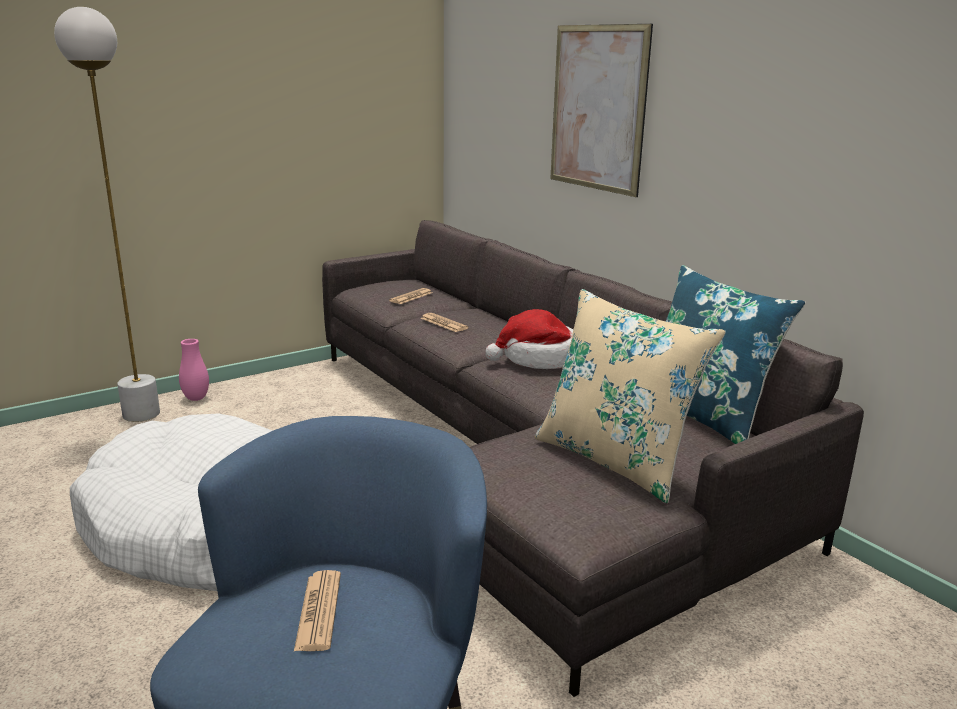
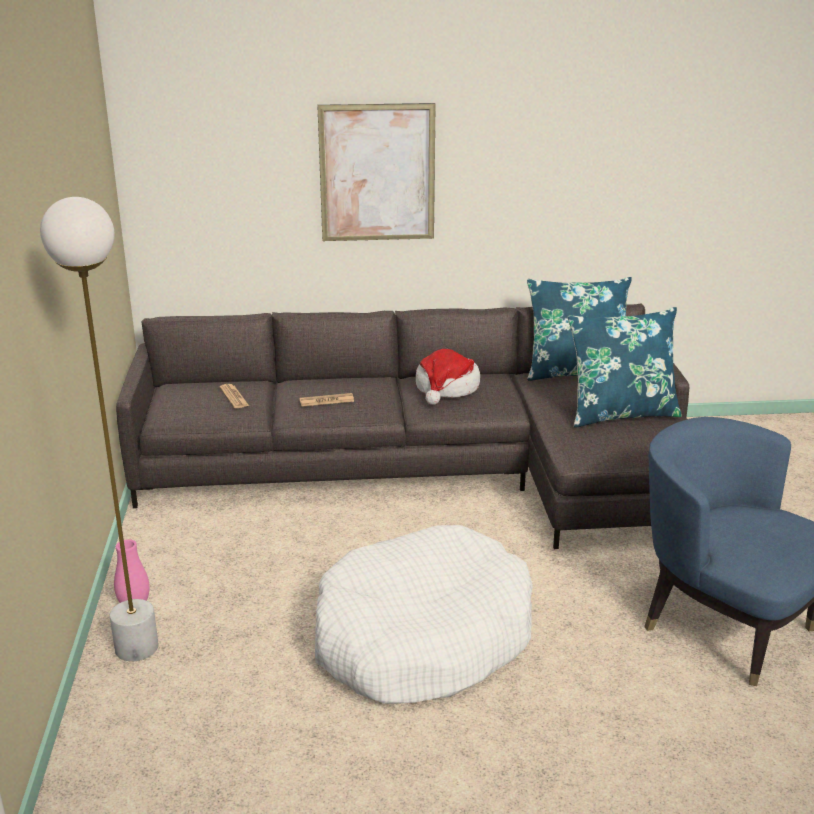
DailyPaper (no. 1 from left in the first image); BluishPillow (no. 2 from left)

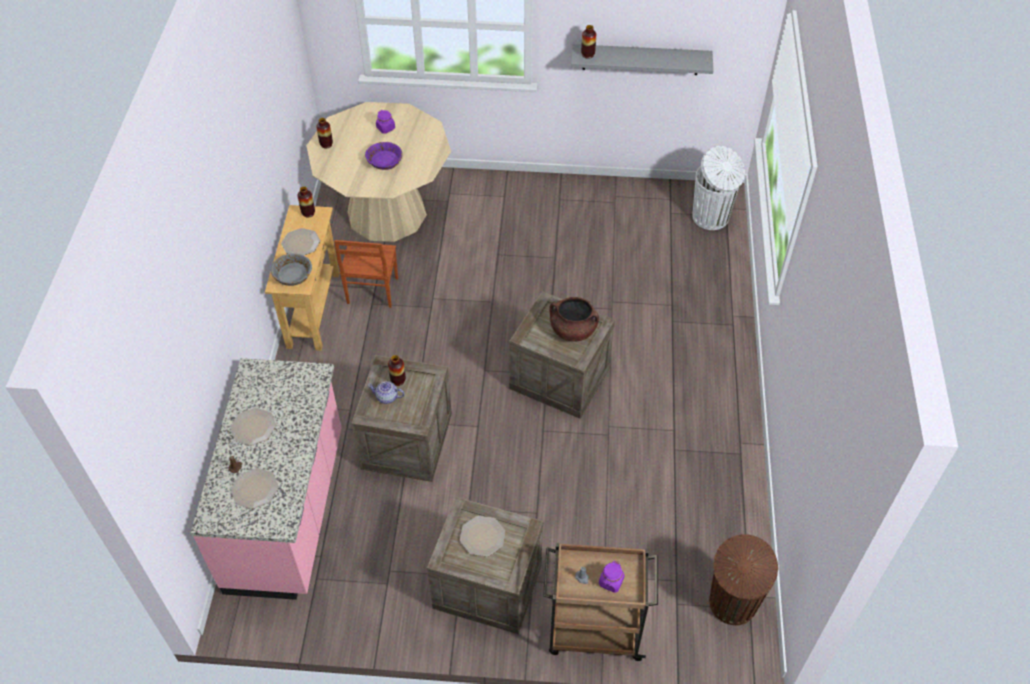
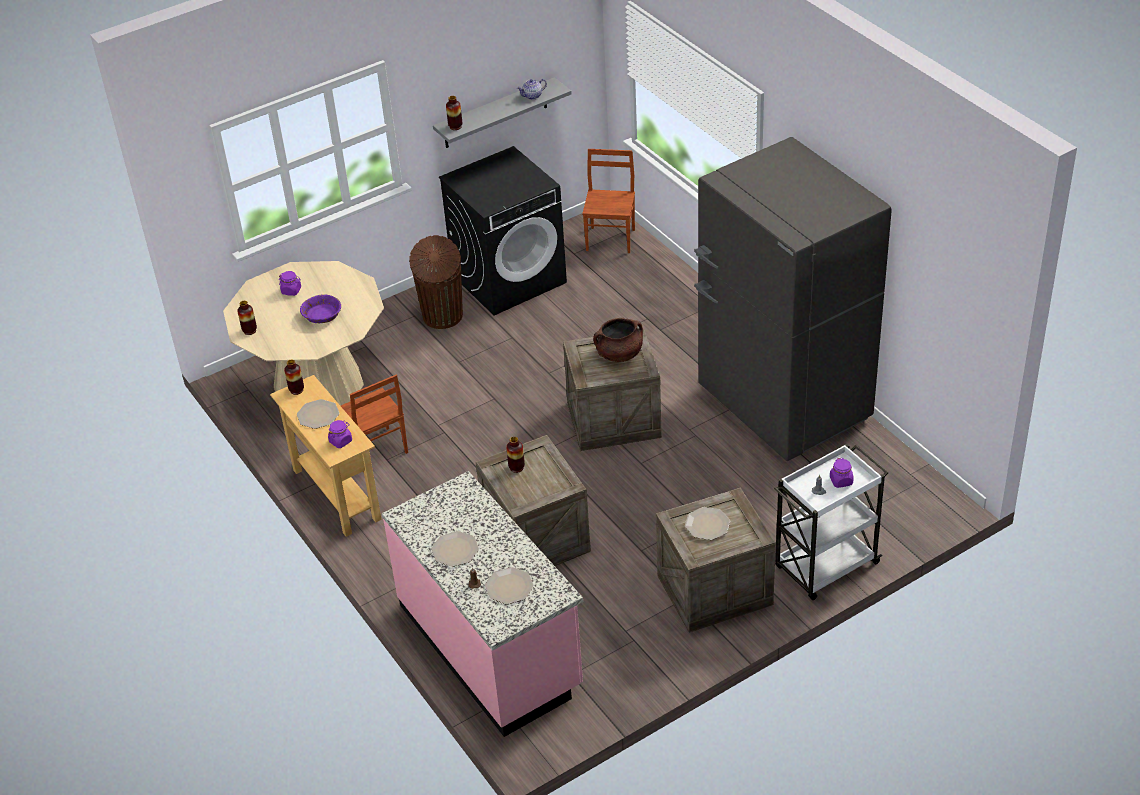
PurplishPreserveJar (no. 2 from left); TeaPot; WhitishTrolley; BrownColouredChair (no. 2 from left); BrownColouredTrashCan; BlackColouredWashingMachine; GreyishKitchenFridge

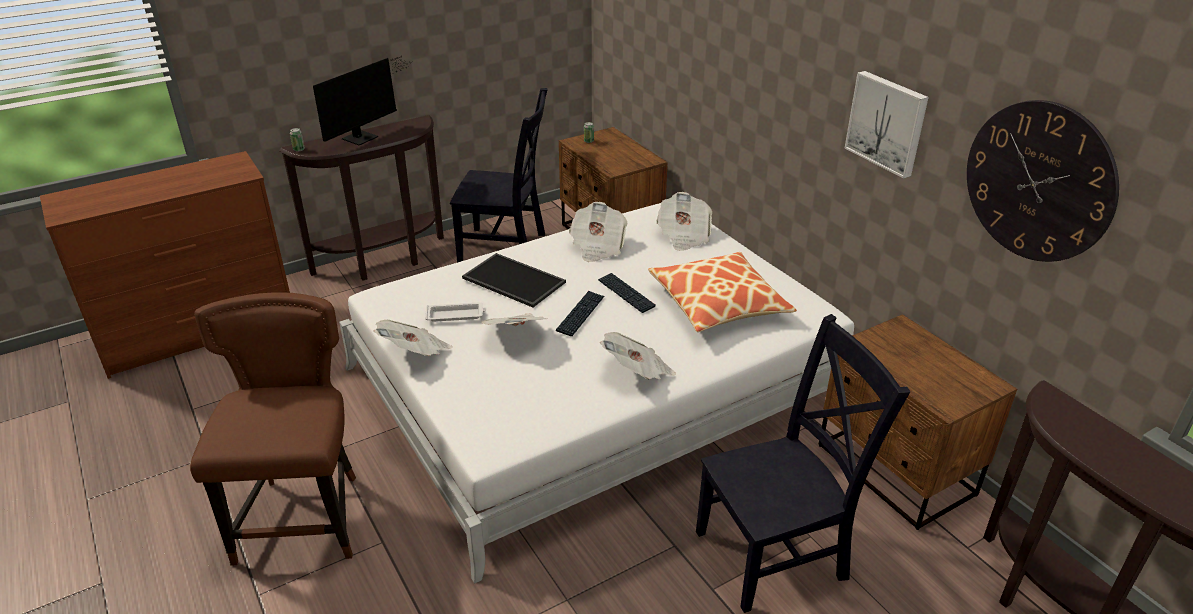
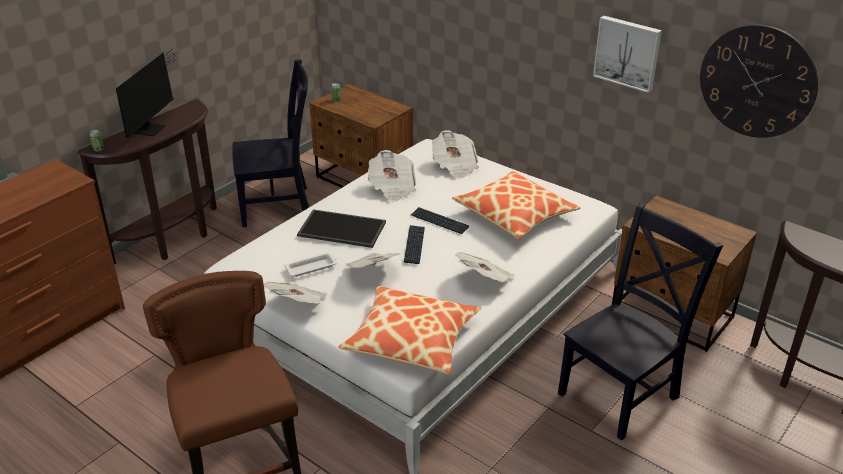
Pillow (no. 1 from left)

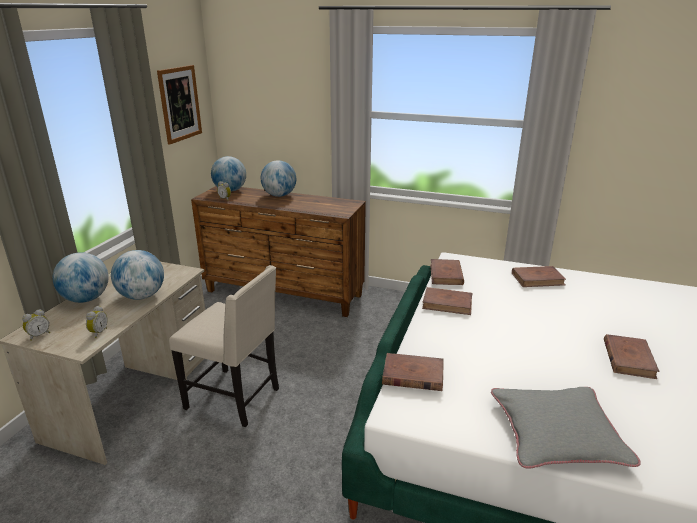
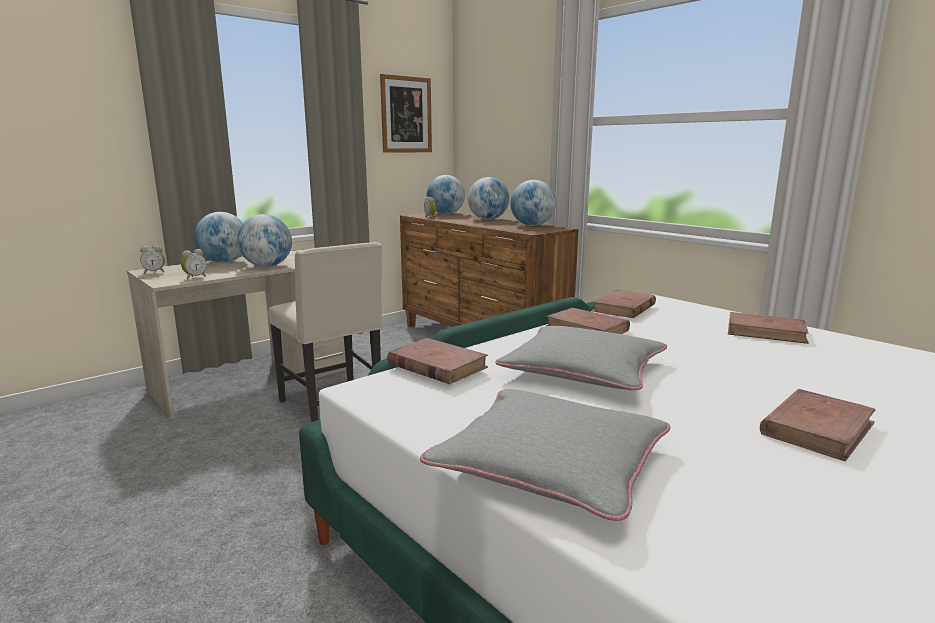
GreyishPillow (no. 2 from left); WorldGlobe (no. 5 from left)

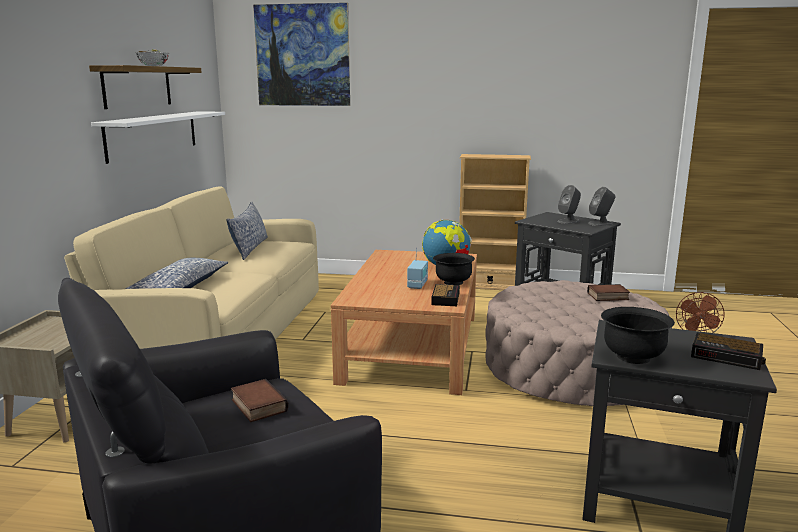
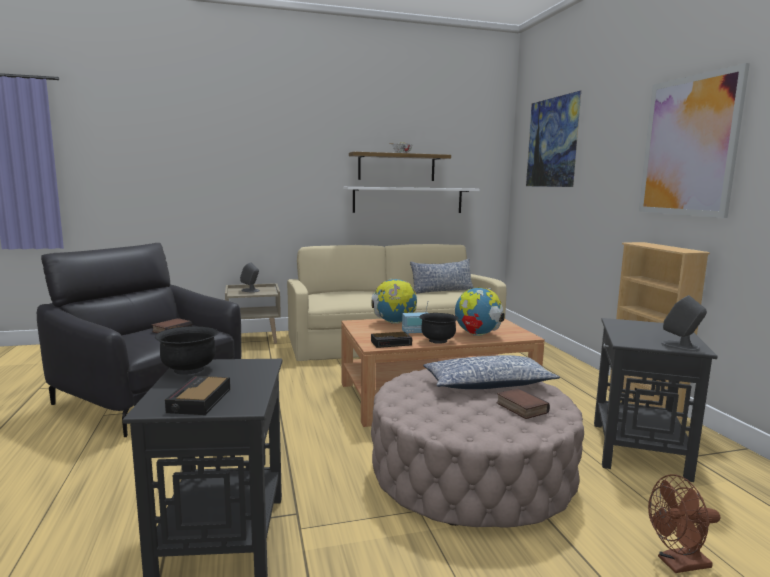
Pillow (no. 2 from left); GreyishAudioSpeaker (no. 1 from left); WorldGlobe (no. 1 from left); WallArt (no. 2 from left)

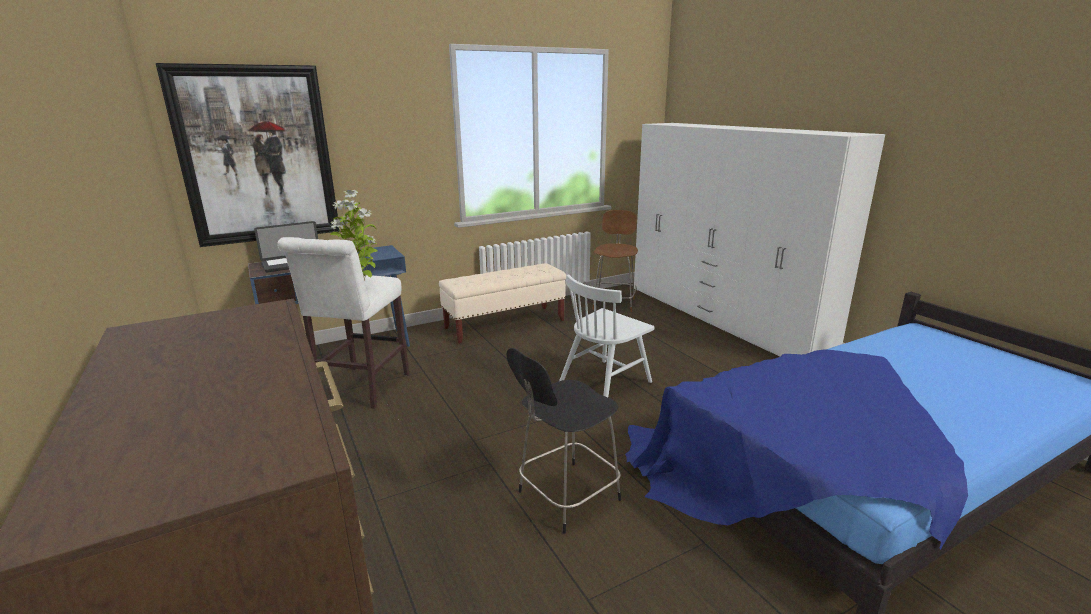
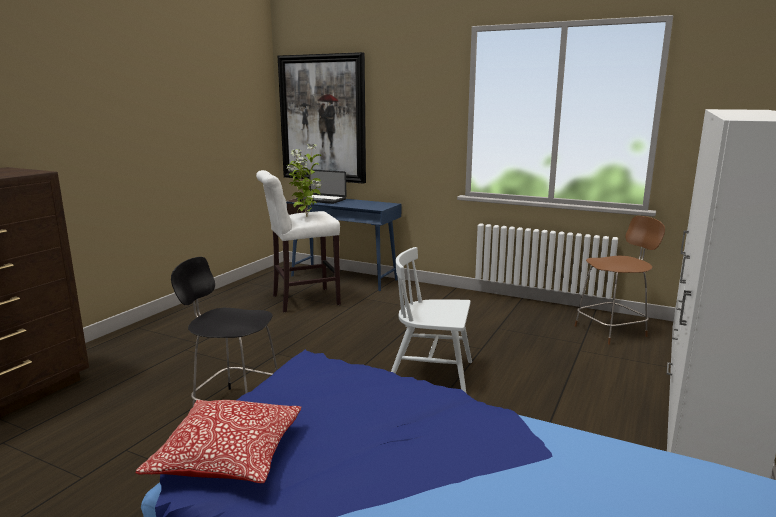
BeigeColouredLongSeat; Pillow

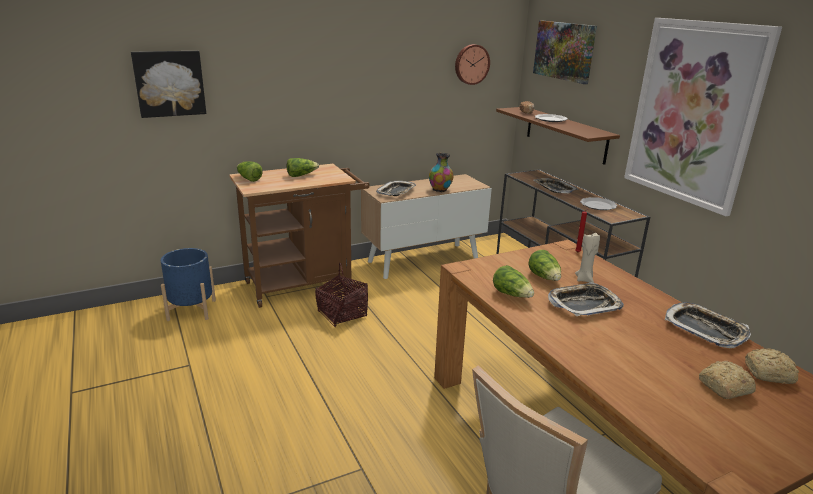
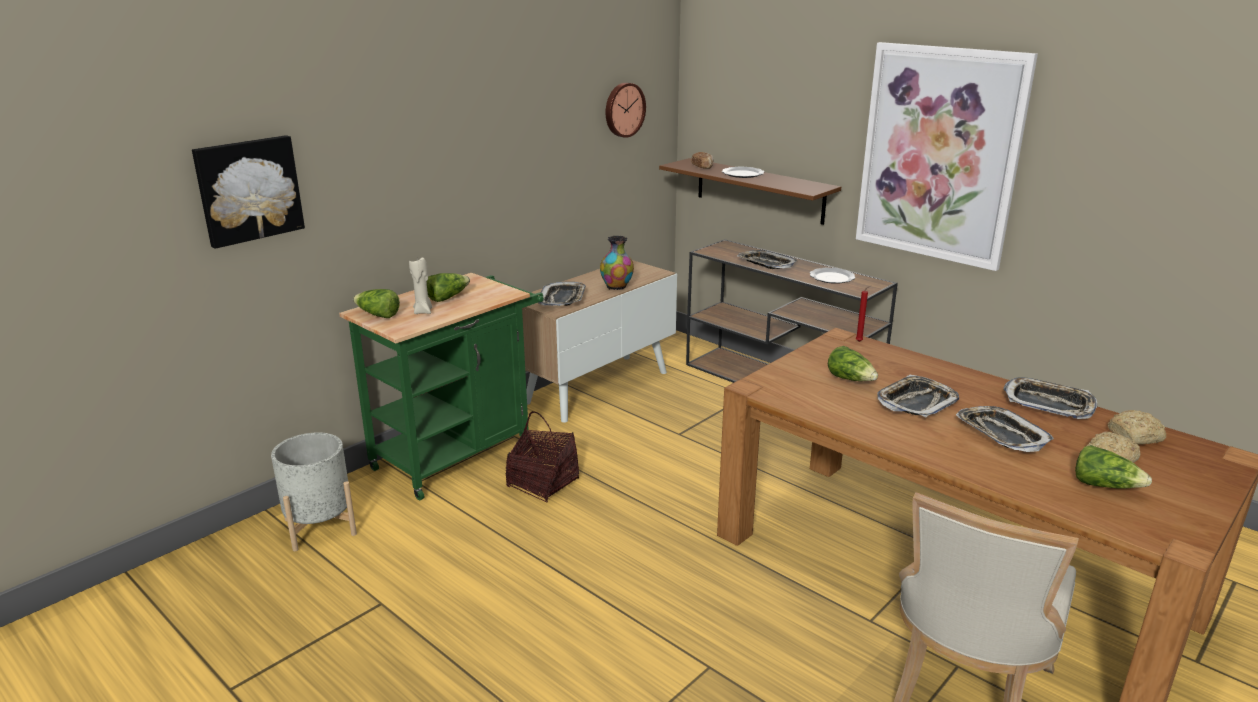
GreyishPlantPot; GreenishTrolley; Lettuce (no. 4 from left); WallArt (no. 2 from left in the first image); BeigeColouredCandle; ServingTray (no. 4 from left)

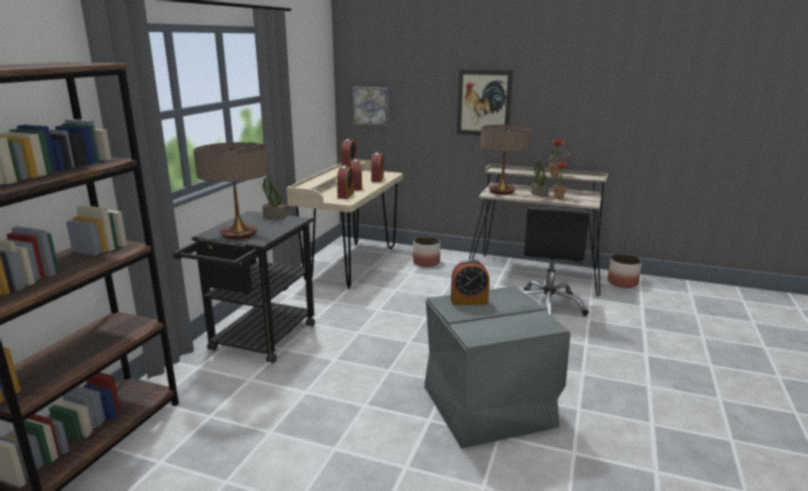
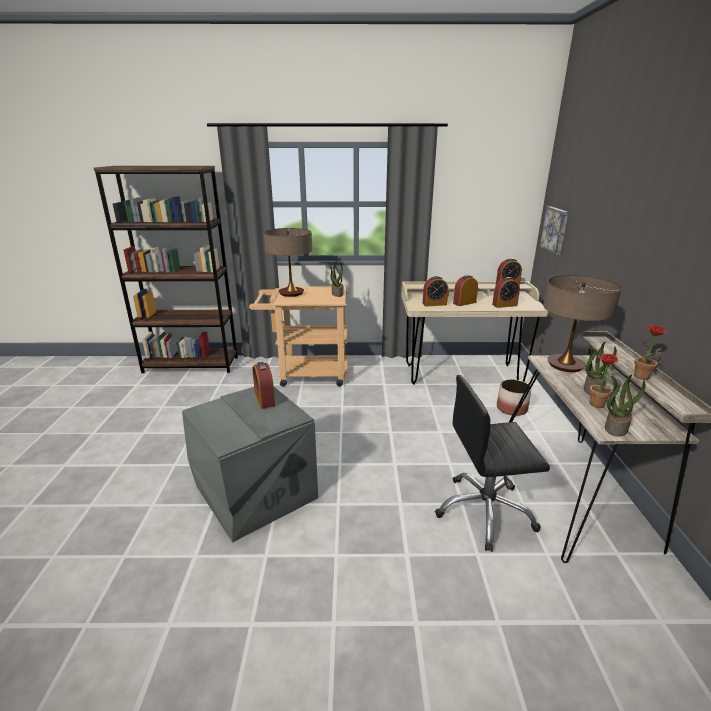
BeigeColouredTrolley; WallArt (no. 2 from left in the first image); PlantPot (no. 2 from left in the first image); PlantInAPot (no. 4 from left)

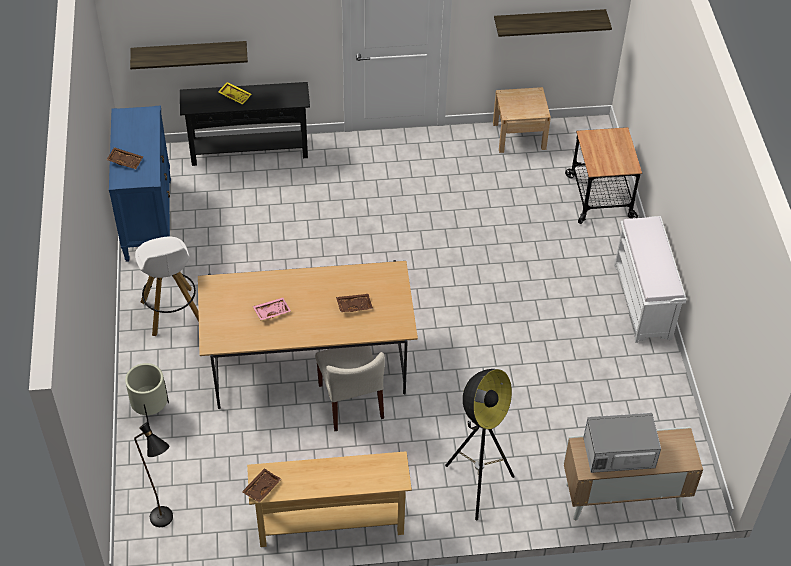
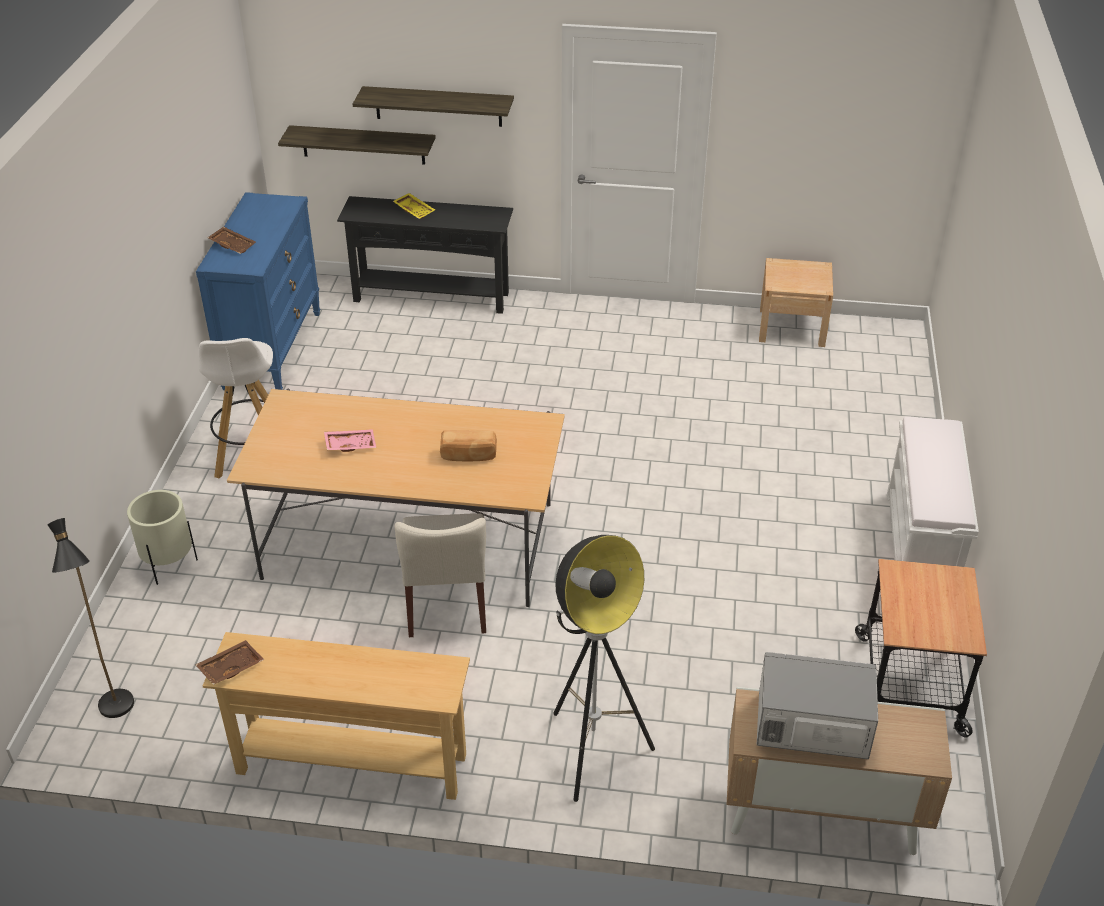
BakeryBread; WallShelf (no. 2 from left); Trolley

